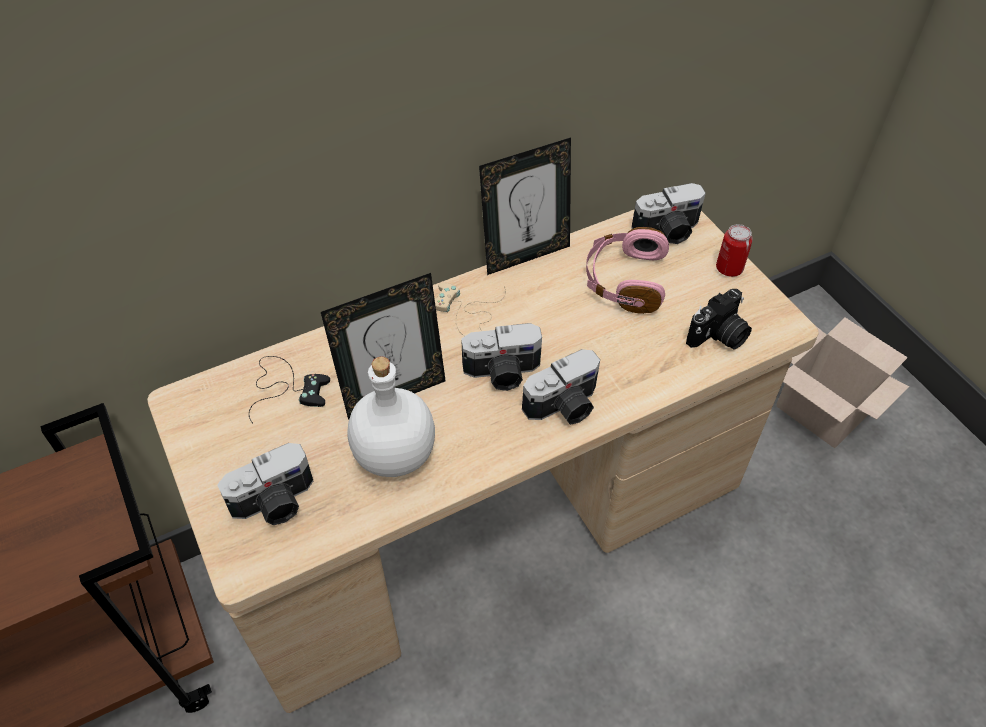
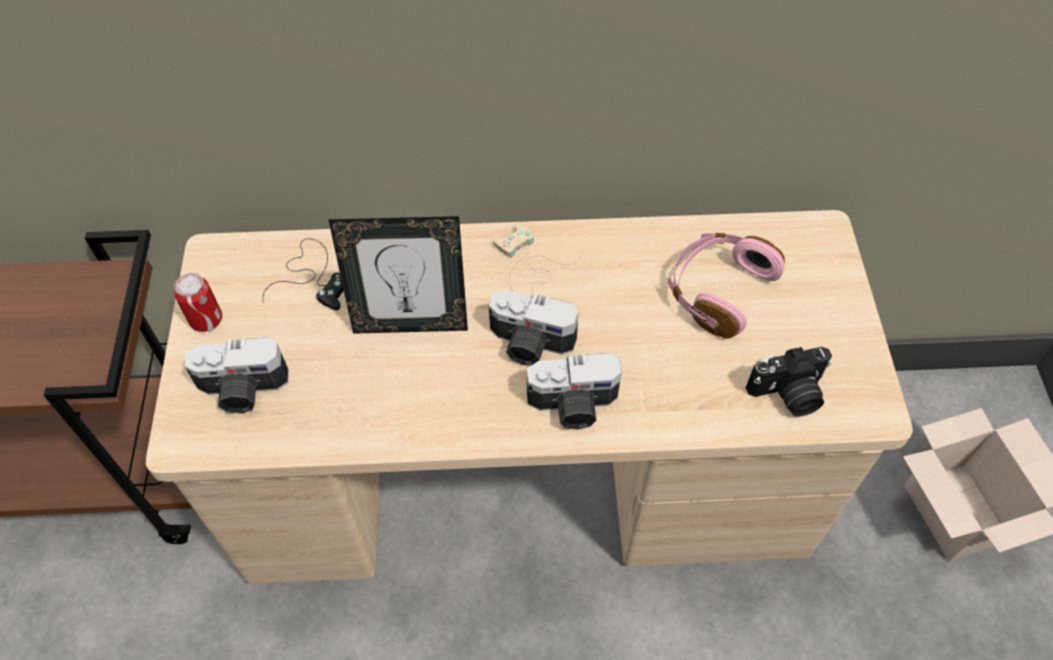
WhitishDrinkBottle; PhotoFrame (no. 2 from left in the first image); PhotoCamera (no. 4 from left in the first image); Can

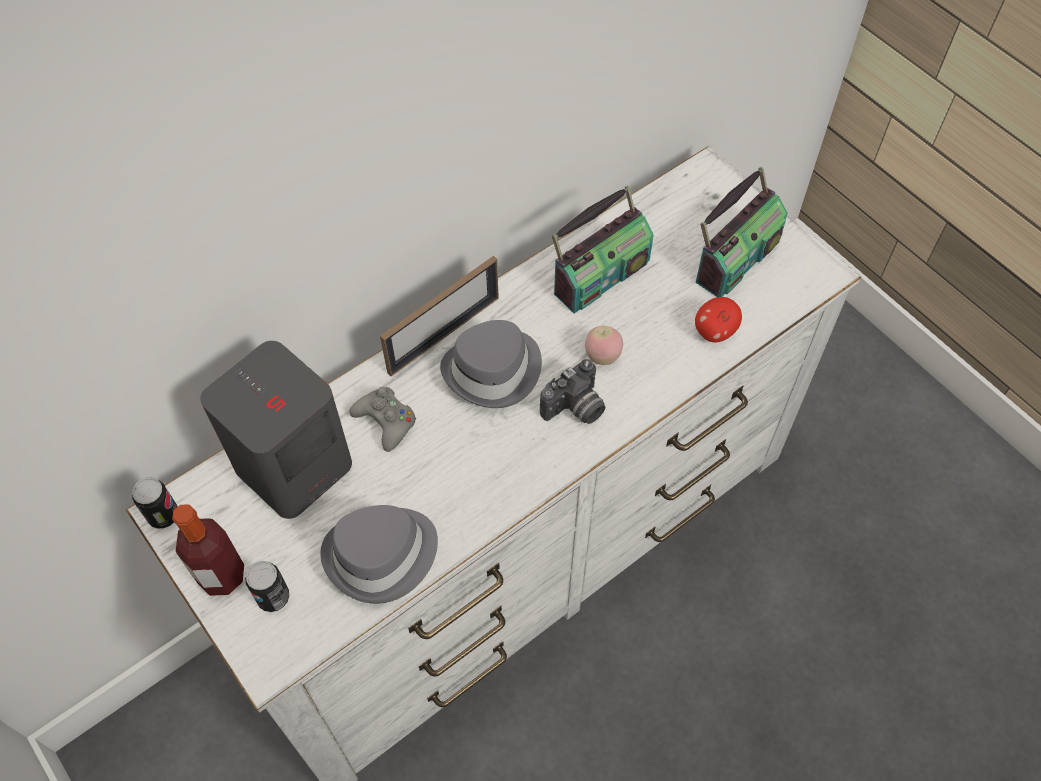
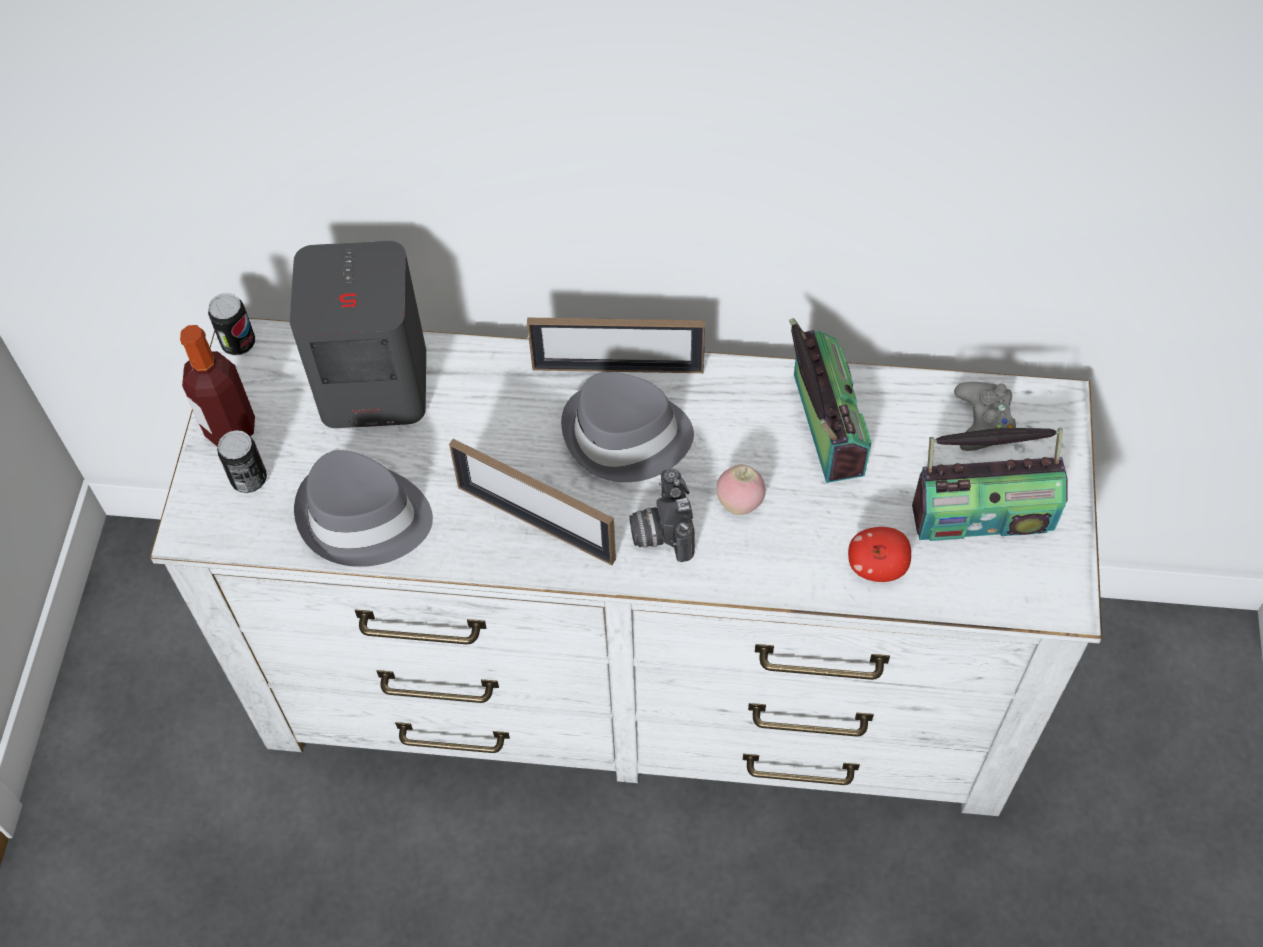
GreyishGamepad; PhotoCamera; Radio (no. 1 from left); PhotoFrame (no. 1 from left)

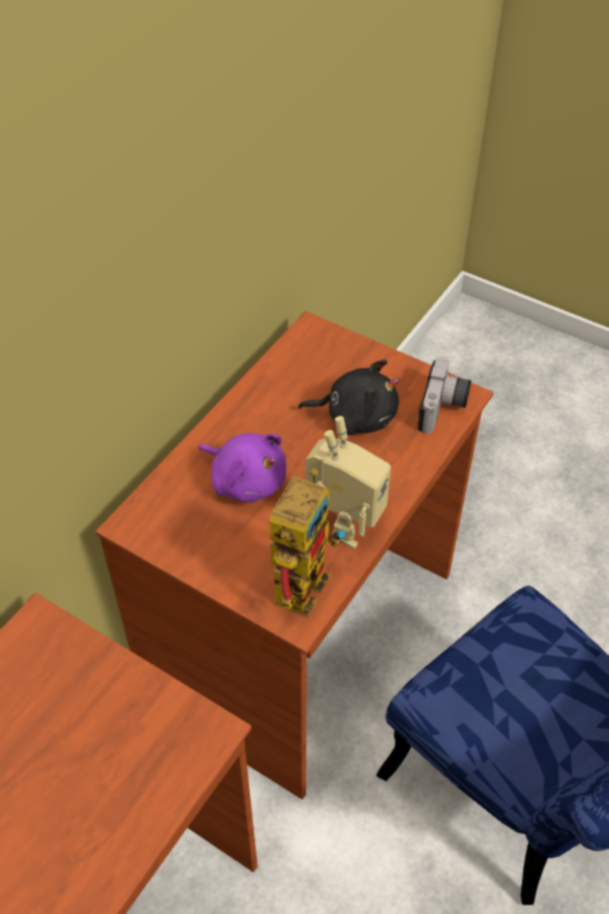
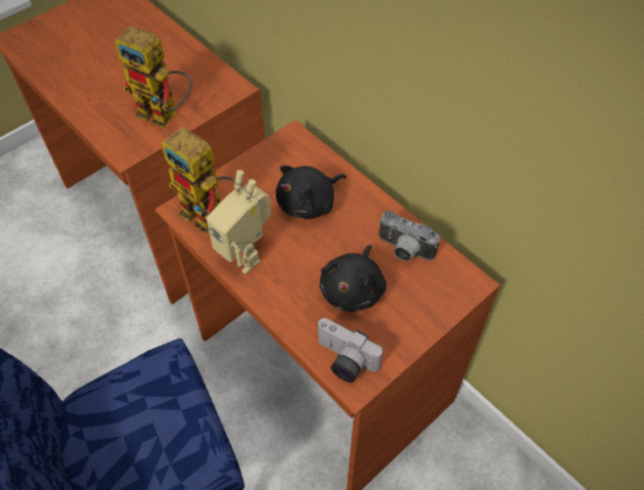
BlackColouredPlushToy (no. 1 from left); ModelRobot (no. 1 from left); PhotoCamera (no. 2 from left)

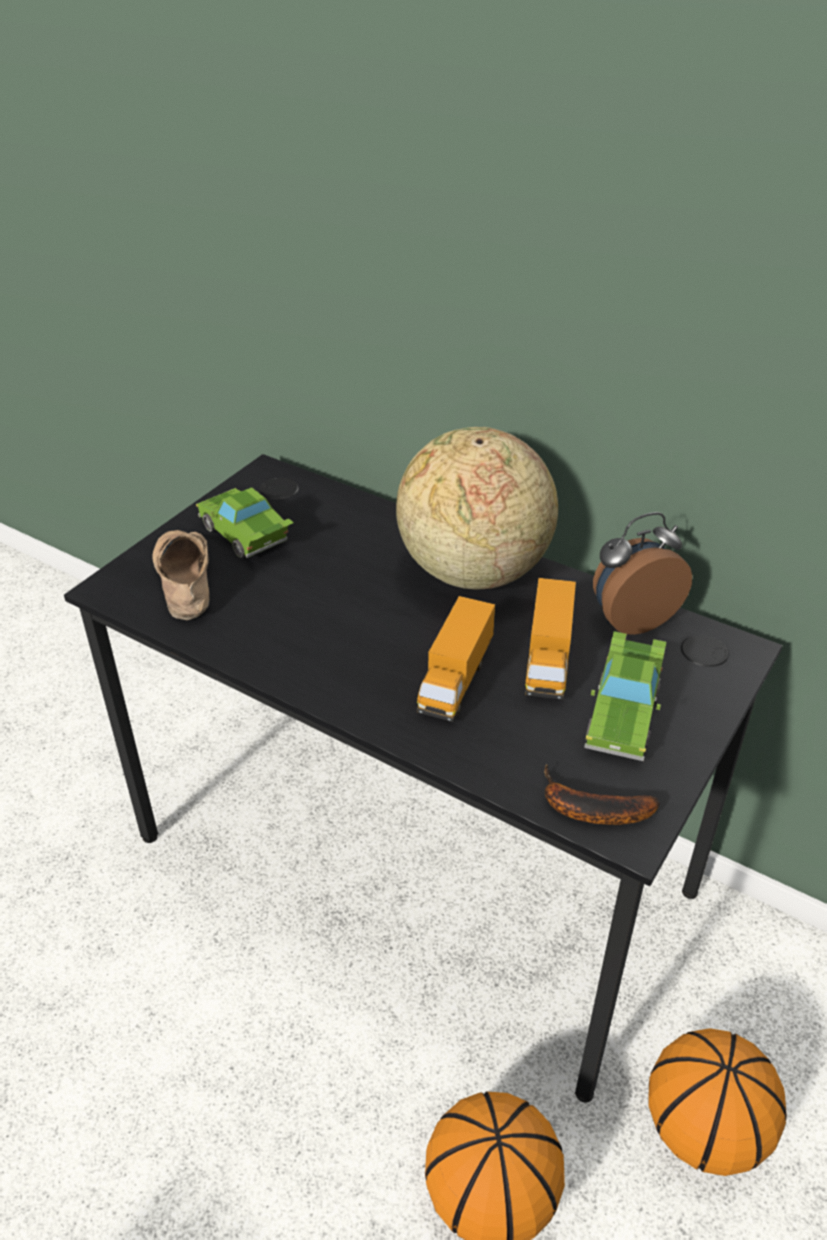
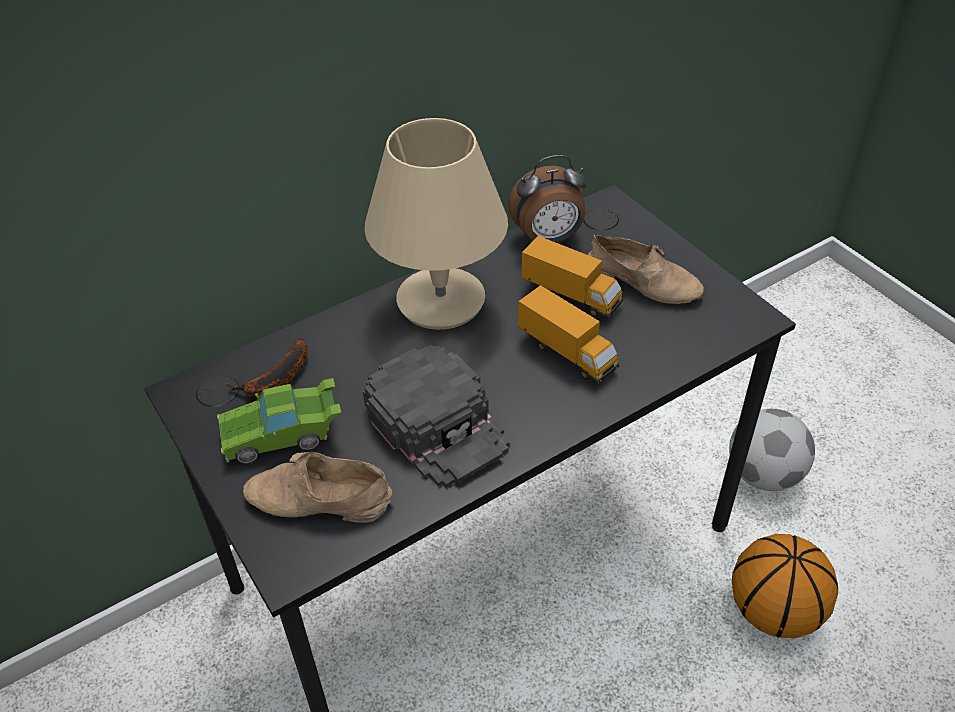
BeigeColouredTableLamp; Banana; BeigeColouredShoe (no. 2 from left); TableClock; BallForFootball; BlackColouredCap

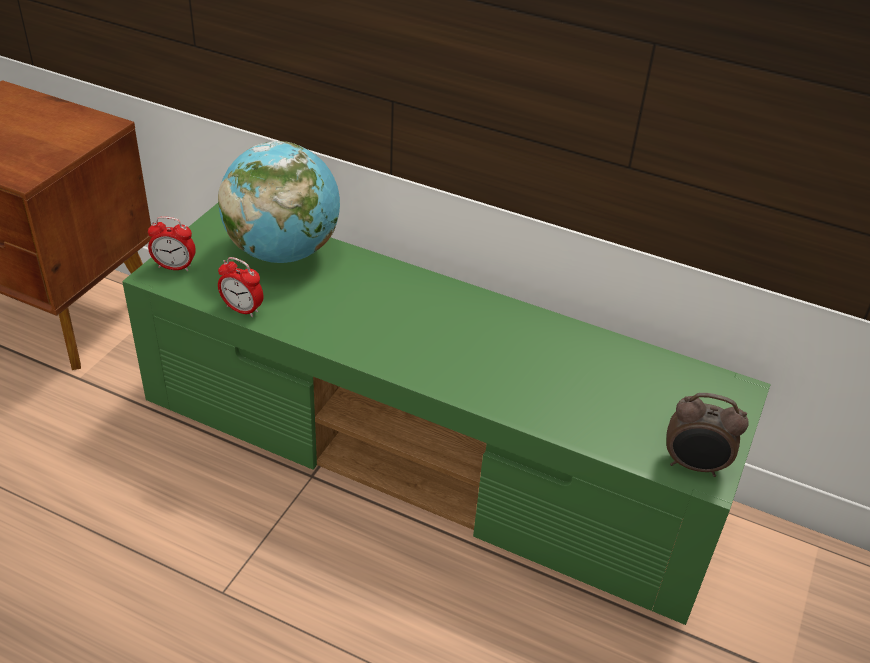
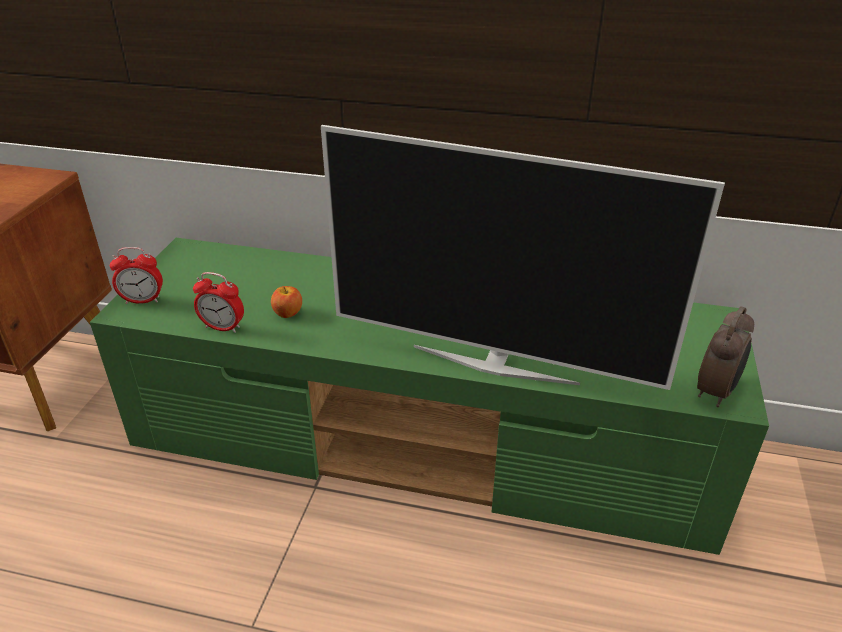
WorldGlobe; TableClock (no. 3 from left); AppleFruit; TvSet

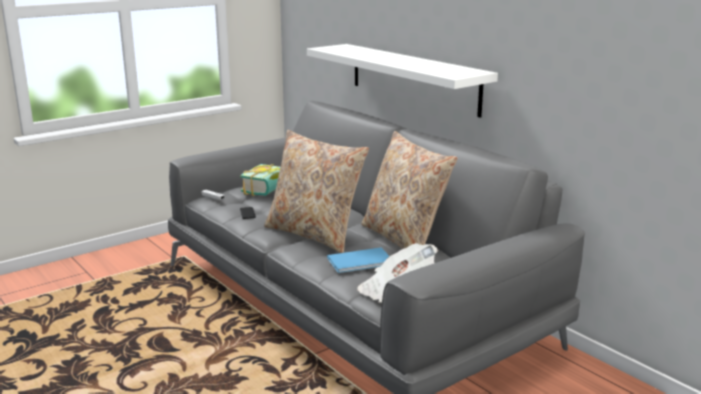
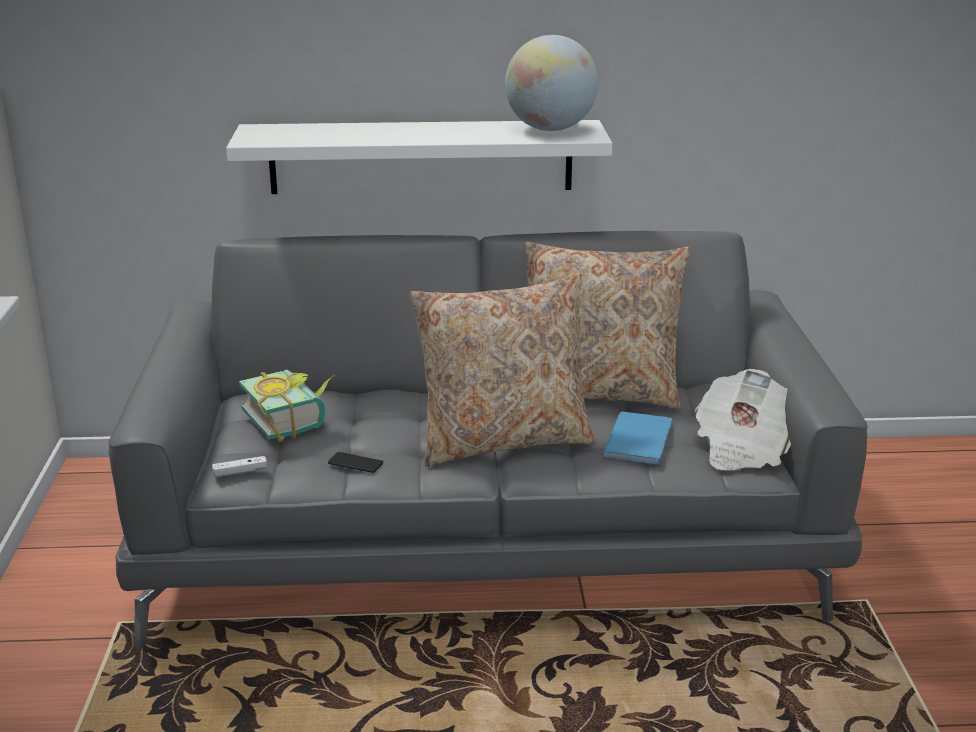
WorldGlobe

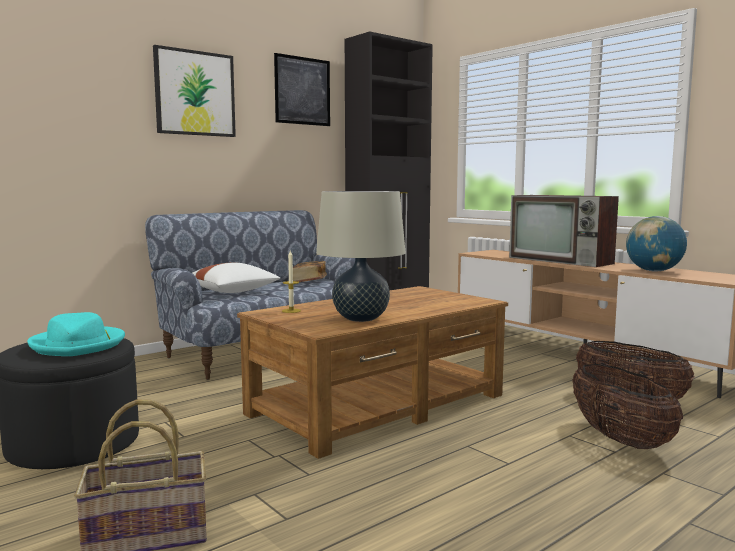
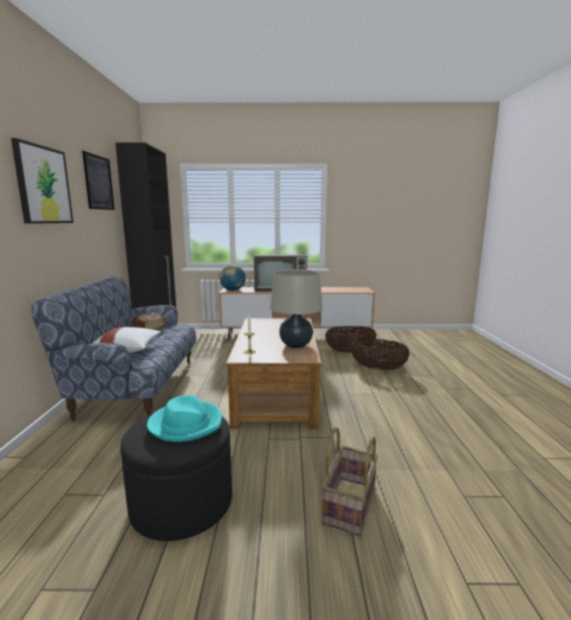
WorldGlobe

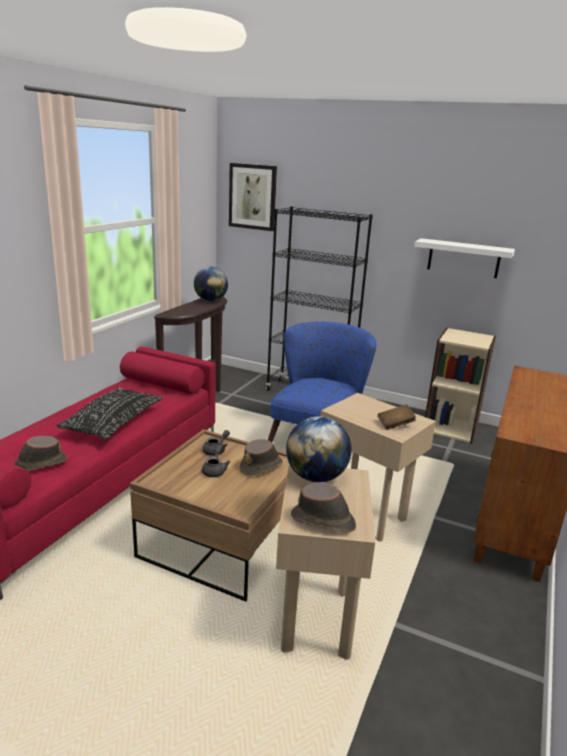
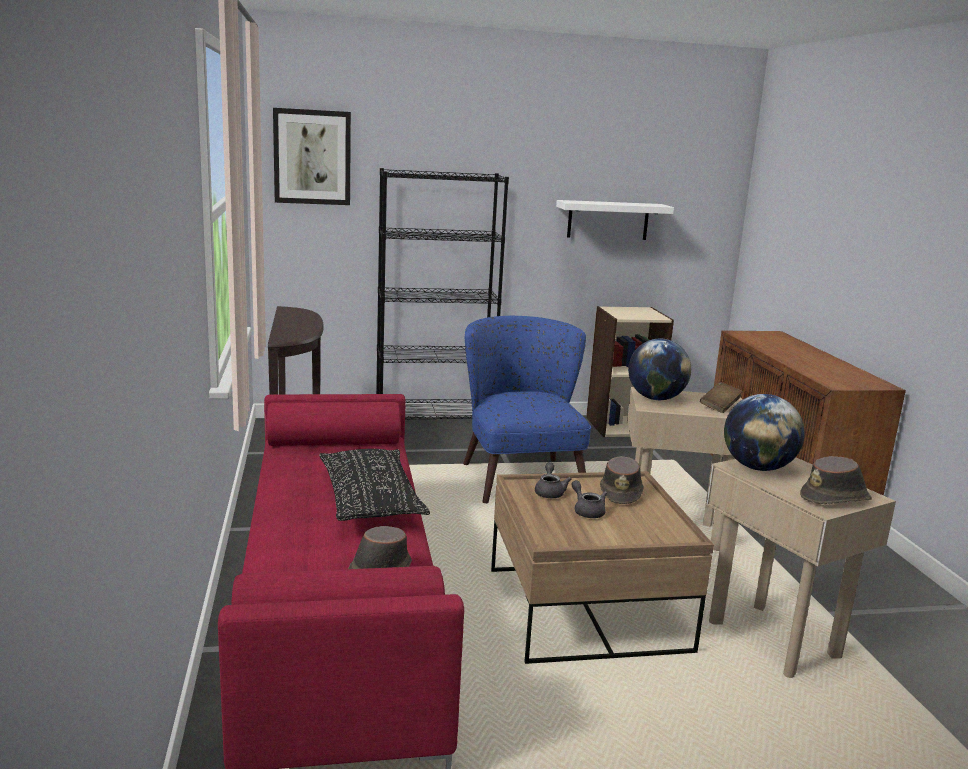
WorldGlobe (no. 1 from left)

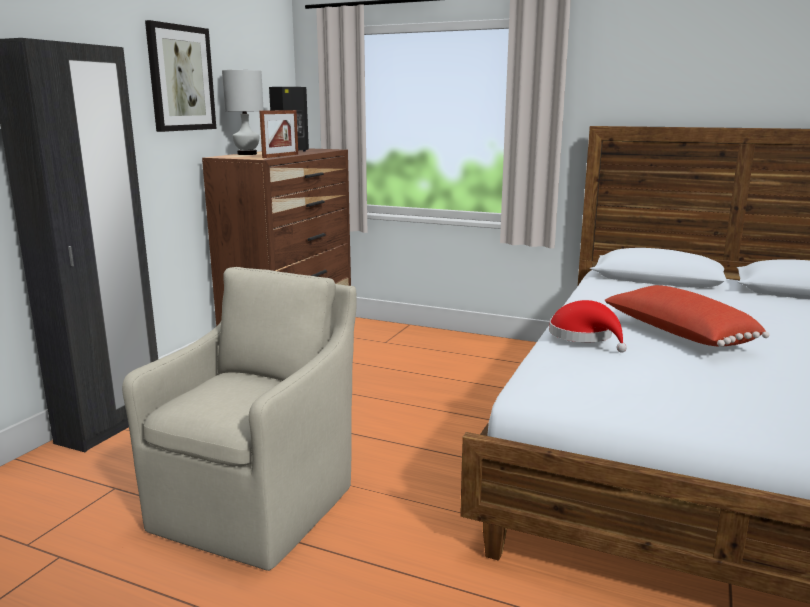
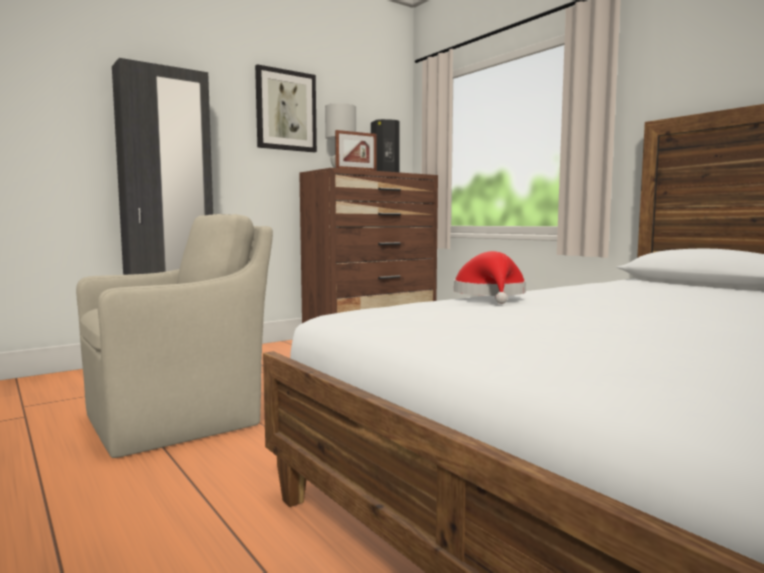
RedColouredPillow

